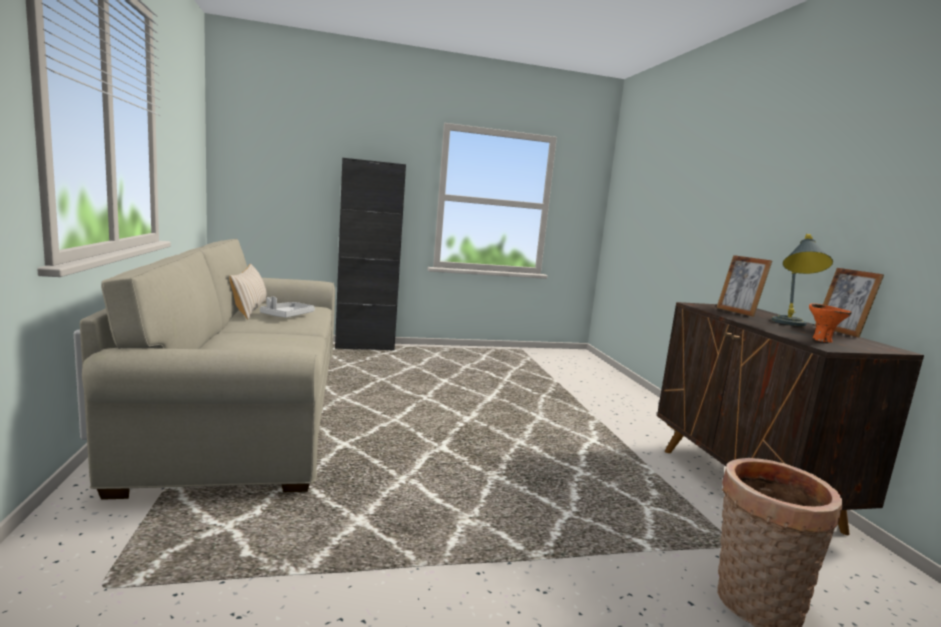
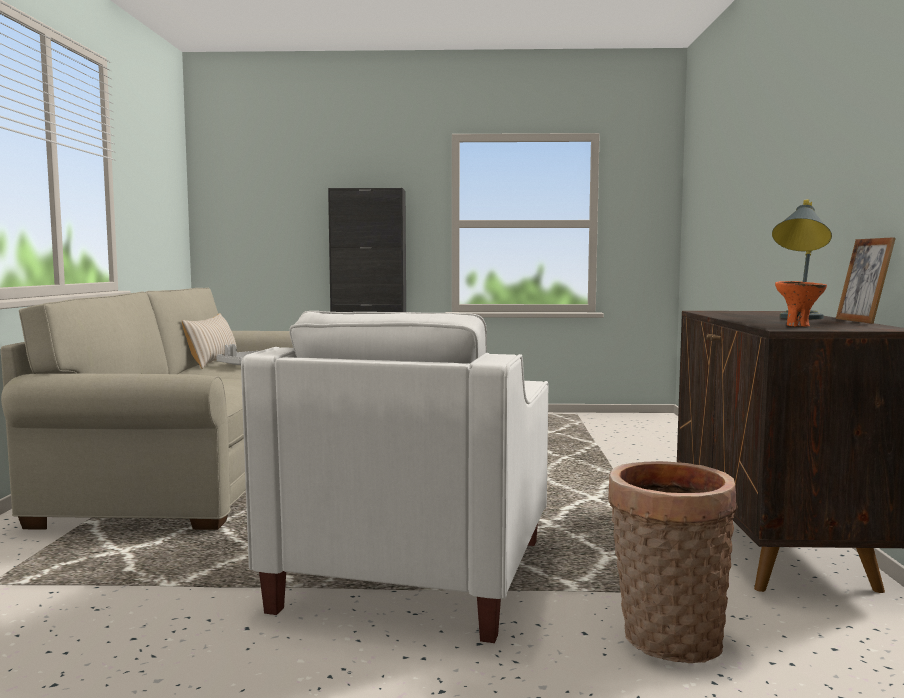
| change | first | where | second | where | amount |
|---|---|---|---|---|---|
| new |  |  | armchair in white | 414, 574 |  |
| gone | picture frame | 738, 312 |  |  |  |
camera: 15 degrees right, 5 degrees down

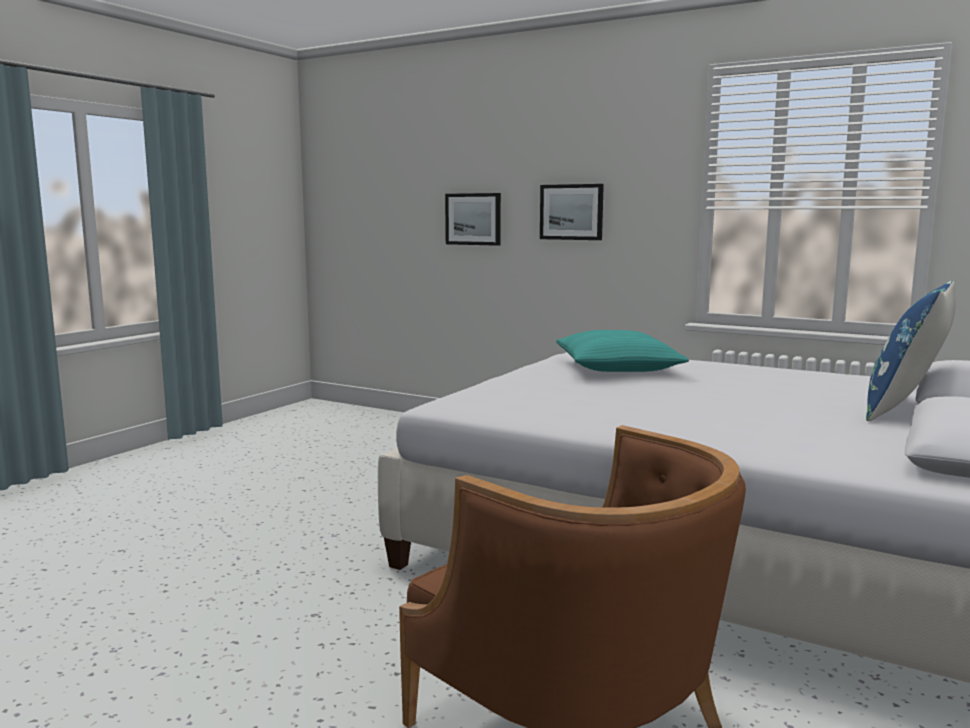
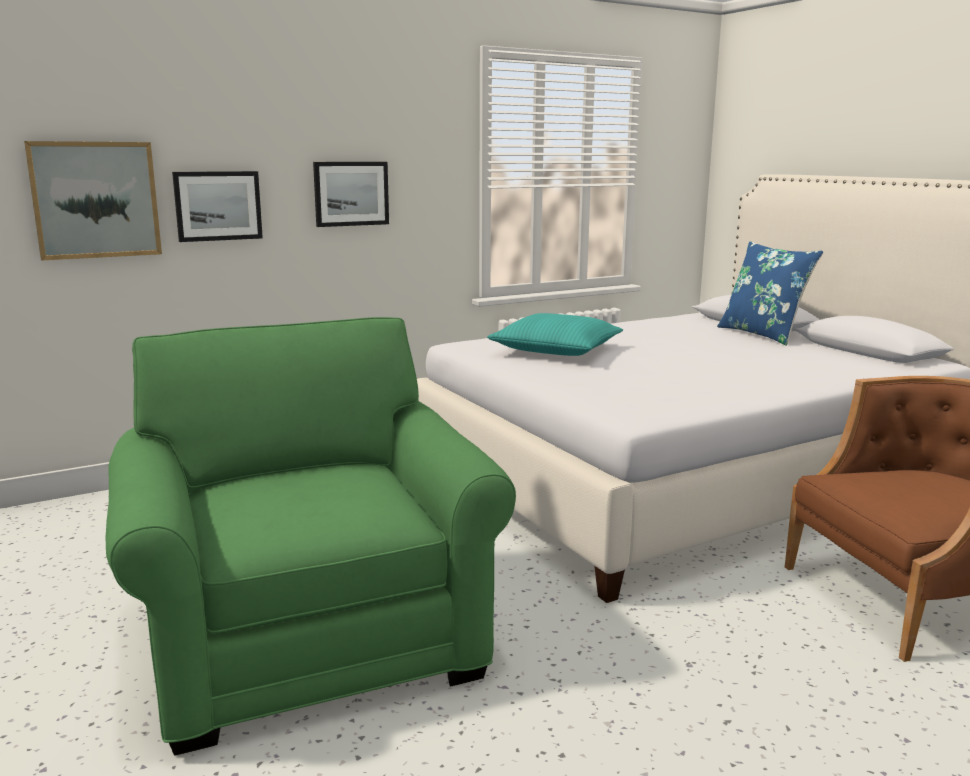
| change | first | where | second | where | amount |
|---|---|---|---|---|---|
| new |  |  | picture | 95, 200 |  |
| new |  |  | armchair in green | 312, 638 |  |
camera: 60 degrees left, 5 degrees up

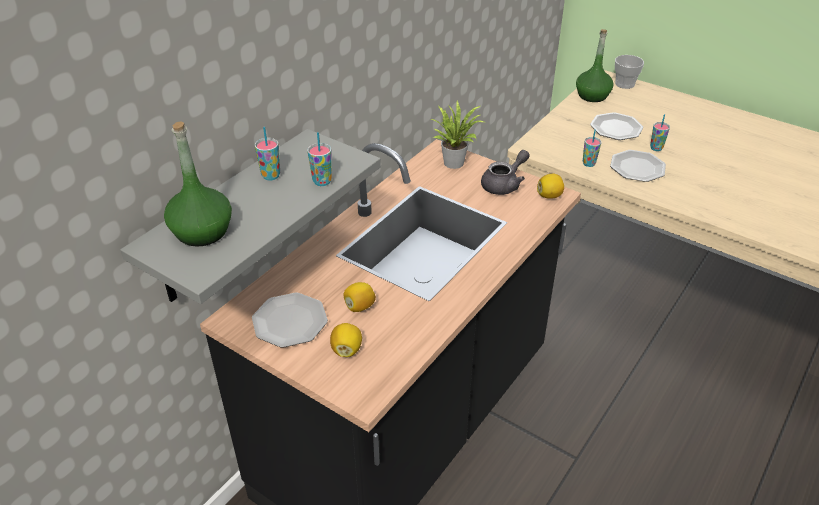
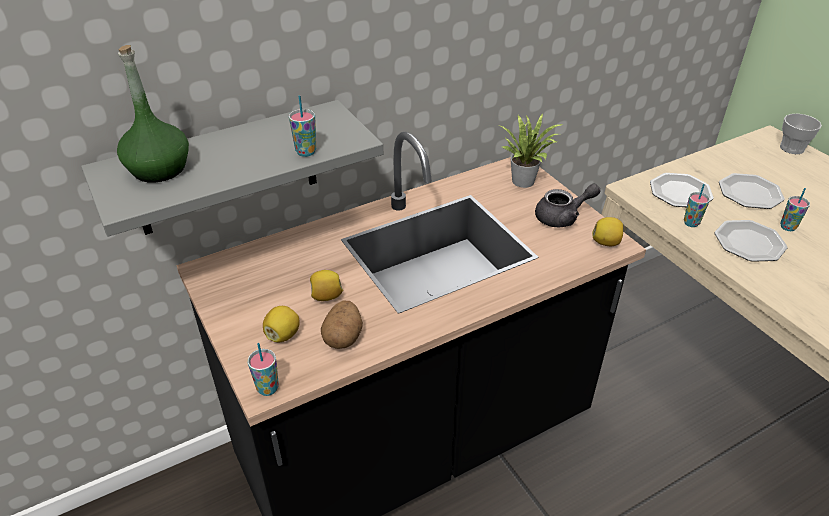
| change | first | where | second | where | amount |
|---|---|---|---|---|---|
| shifted | cup | 271, 176 |  | 267, 388 |  |
| new |  |  | potato | 343, 337 |  |
| shifted | plate | 290, 321 |  | 680, 192 |  |
| gone | bottle in green | 592, 95 |  |  |  |
camera: 25 degrees right, 0 degrees up

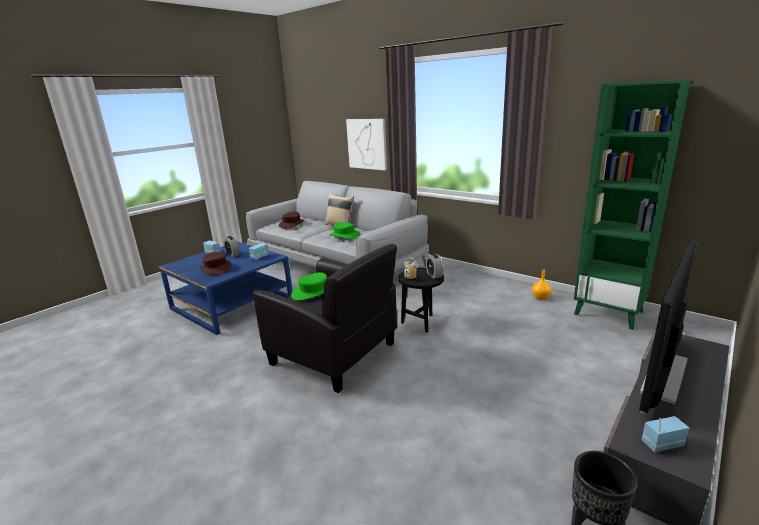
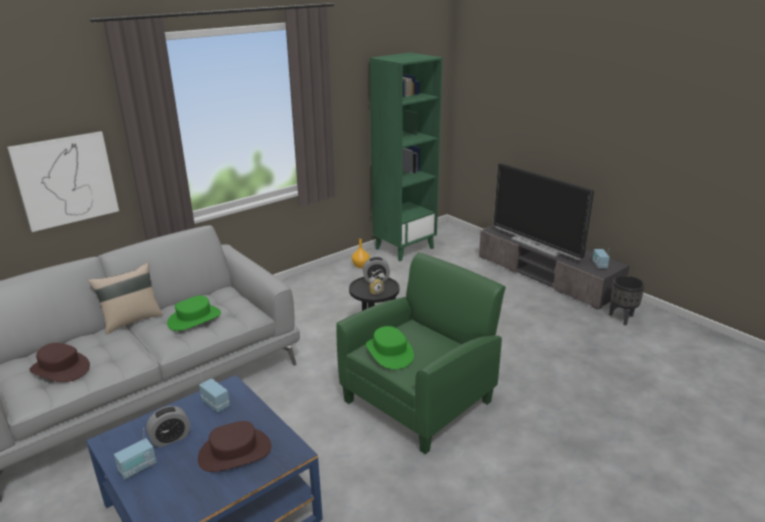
| change | first | where | second | where | amount |
|---|---|---|---|---|---|
| repainted | armchair in black | 334, 354 | armchair in green | 419, 400 |  |
camera: 80 degrees left, 5 degrees up

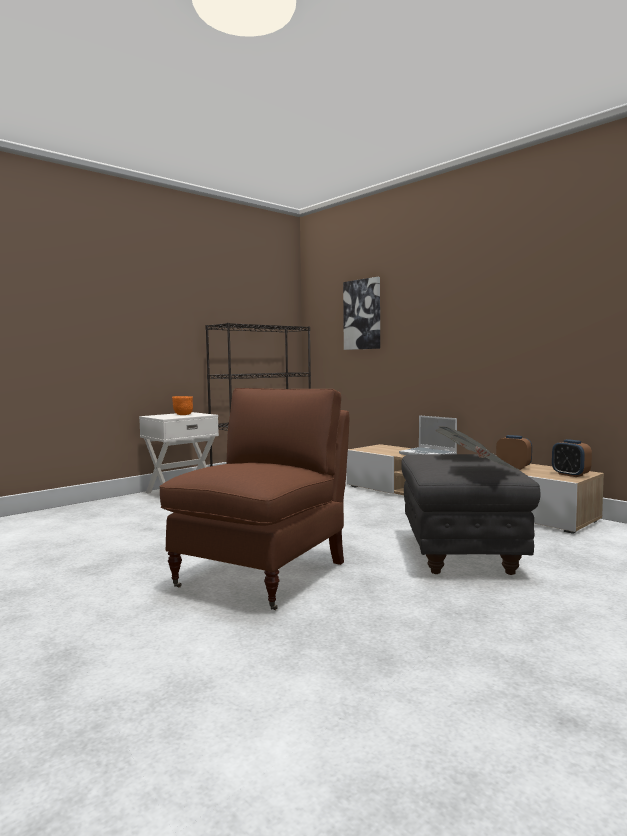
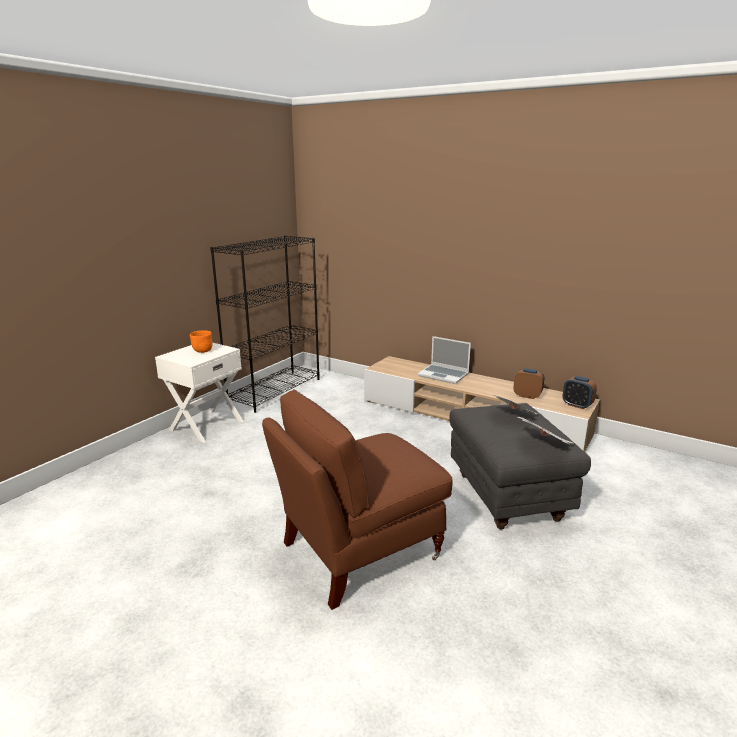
| change | first | where | second | where | amount |
|---|---|---|---|---|---|
| rotated | armchair in brown | 263, 574 |  | 359, 551 | 135 degrees counterclockwise |
| gone | picture | 362, 314 |  |  |  |
camera: 15 degrees left, 15 degrees up

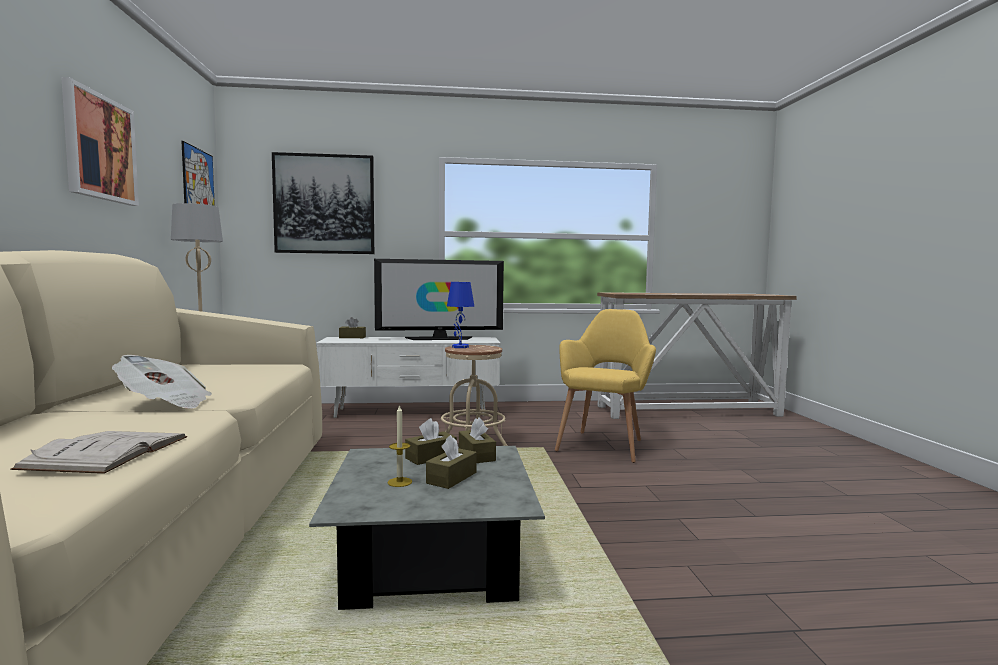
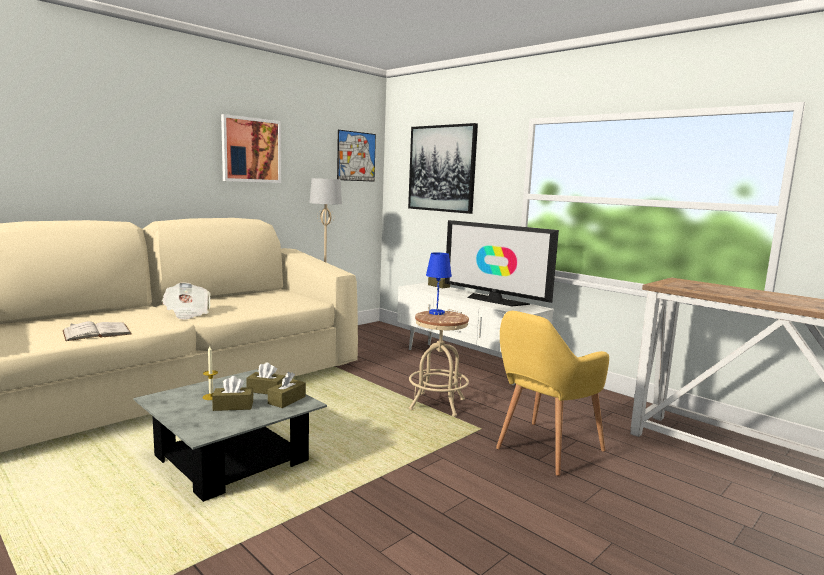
| change | first | where | second | where | amount |
|---|---|---|---|---|---|
| rotated | armchair in yellow | 604, 444 |  | 543, 451 | 150 degrees clockwise |
camera: 50 degrees right, 5 degrees up

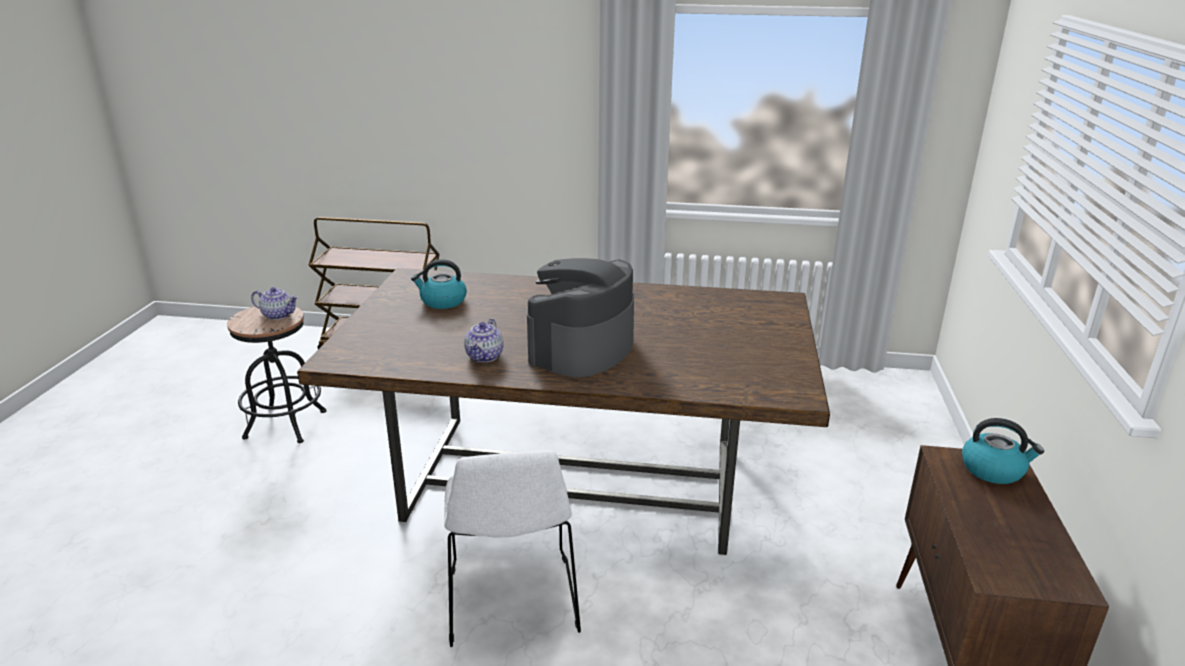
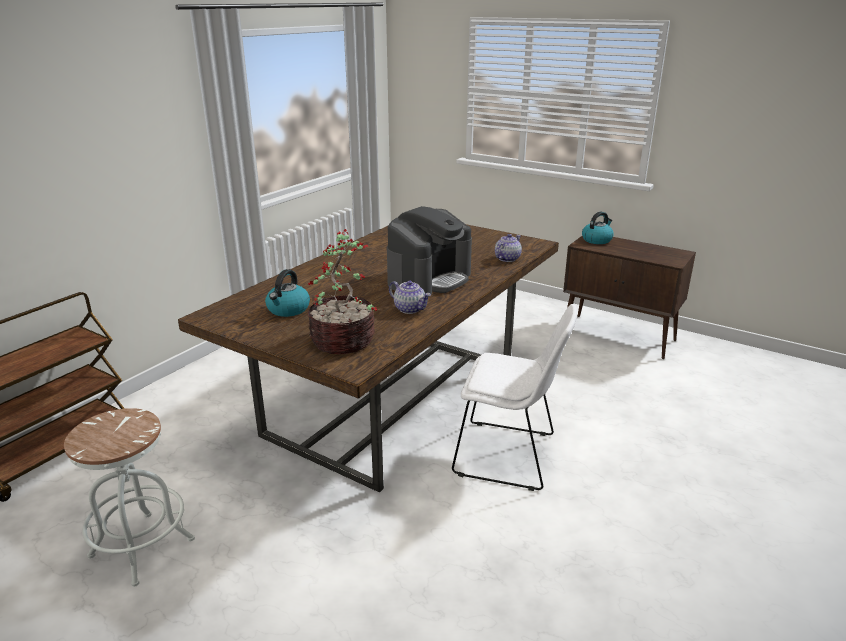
| change | first | where | second | where | amount |
|---|---|---|---|---|---|
| repainted | stool in black | 285, 424 | stool in white | 142, 547 |  |
| new |  |  | potted plant | 344, 341 |  |
| rotated | coffee machine | 581, 349 |  | 429, 279 | 105 degrees counterclockwise |
| shifted | teapot | 278, 315 |  | 507, 258 |  |
camera: 65 degrees left, 0 degrees up

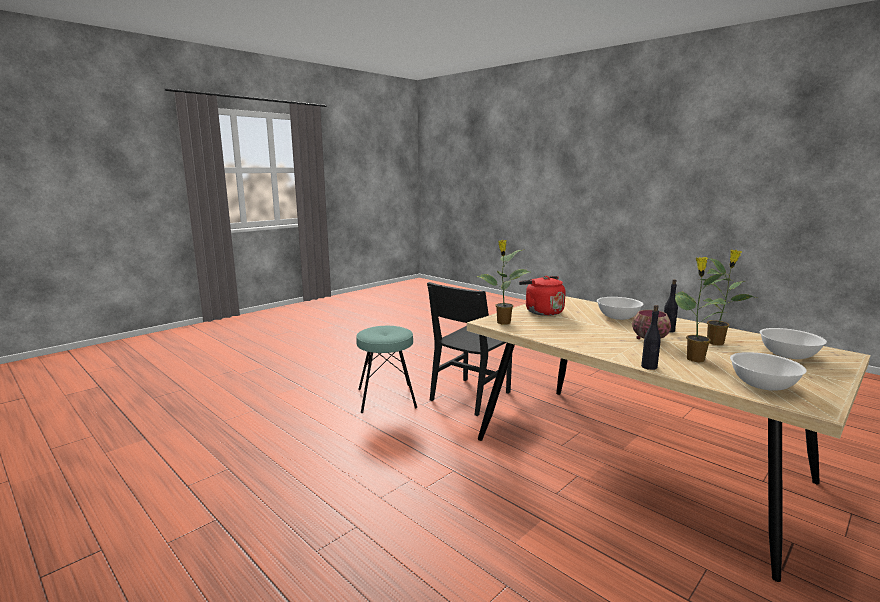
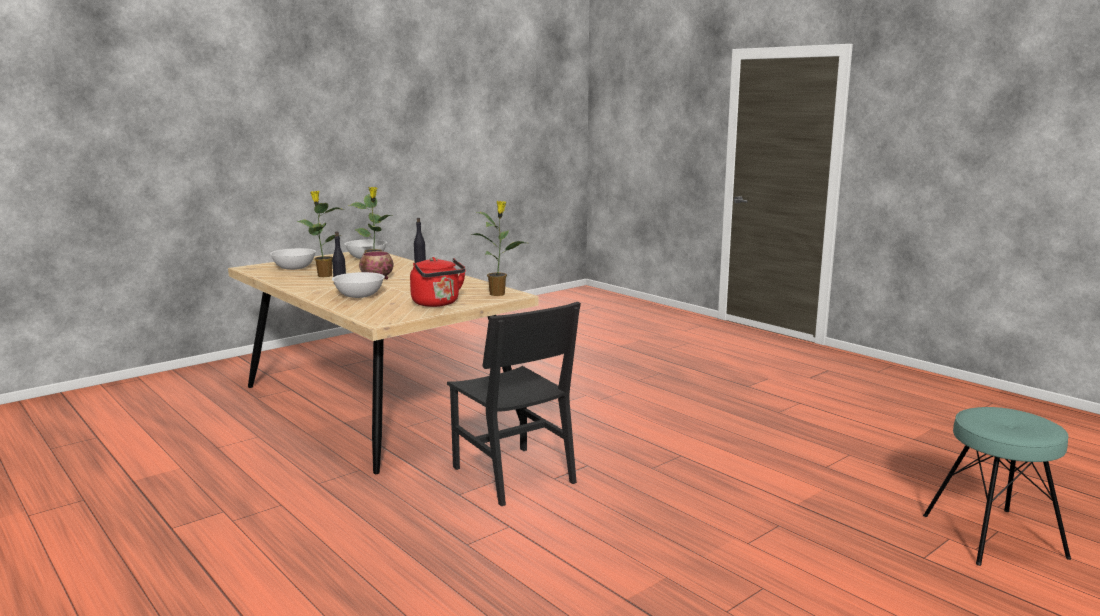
| change | first | where | second | where | amount |
|---|---|---|---|---|---|
| rotated | chair in black | 470, 396 |  | 513, 475 | 105 degrees clockwise |
| shifted | stool in turquoise | 386, 398 |  | 993, 536 |  |
camera: 175 degrees left, 0 degrees up

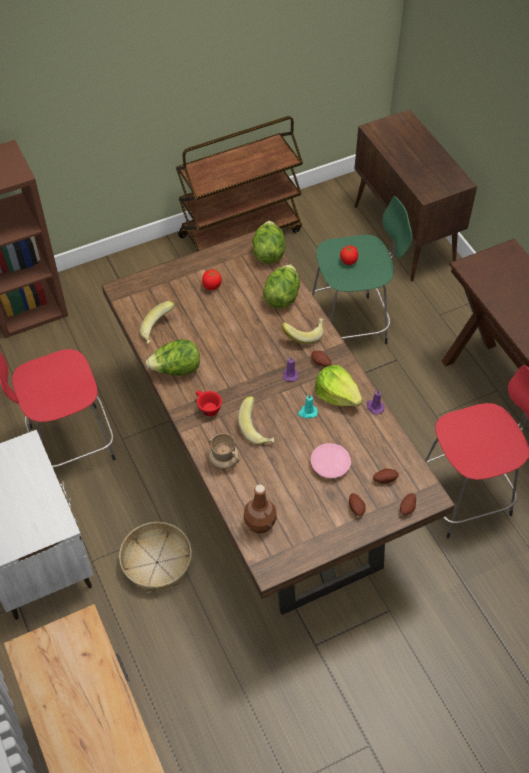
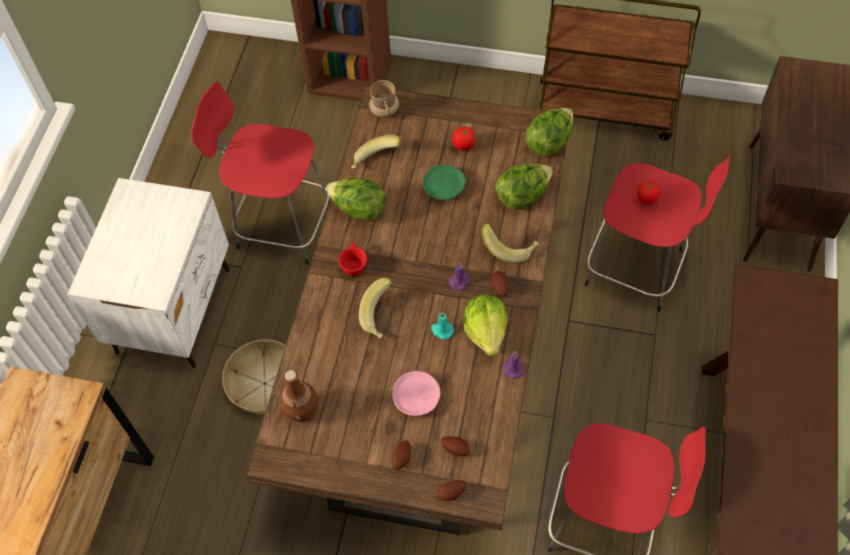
| change | first | where | second | where | amount |
|---|---|---|---|---|---|
| shifted | mug in beige | 224, 460 |  | 384, 110 |  |
| new |  |  | plate in green | 443, 187 |  |
| repainted | stool in green | 350, 325 | stool in red | 637, 269 |  |
camera: 40 degrees right, 5 degrees up

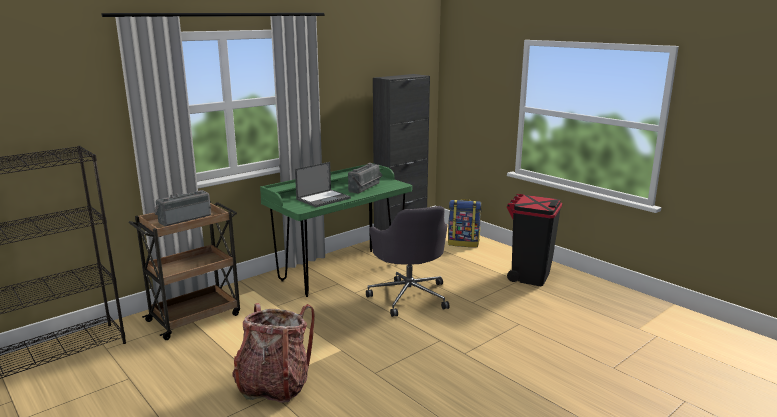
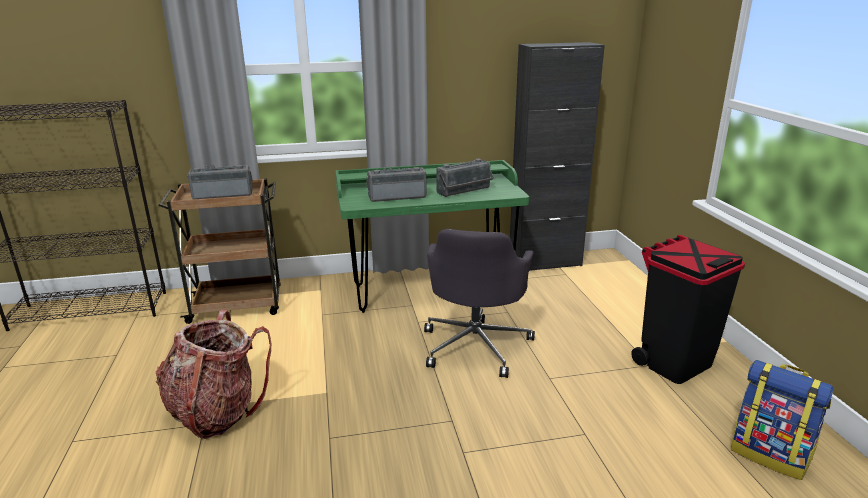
| change | first | where | second | where | amount |
|---|---|---|---|---|---|
| swapped | laptop | 323, 198 | radio | 397, 196 |  |
| shifted | backpack | 463, 243 |  | 770, 454 |  |
camera: 30 degrees right, 5 degrees up

